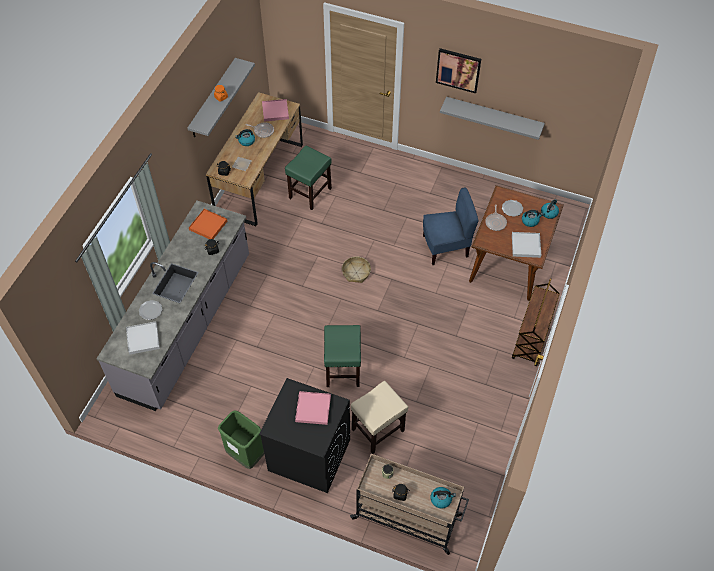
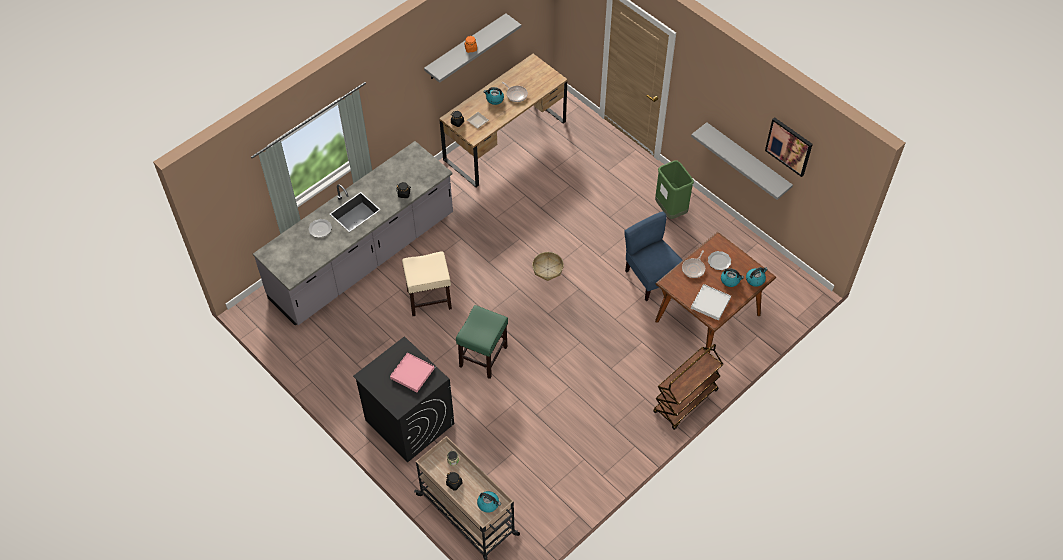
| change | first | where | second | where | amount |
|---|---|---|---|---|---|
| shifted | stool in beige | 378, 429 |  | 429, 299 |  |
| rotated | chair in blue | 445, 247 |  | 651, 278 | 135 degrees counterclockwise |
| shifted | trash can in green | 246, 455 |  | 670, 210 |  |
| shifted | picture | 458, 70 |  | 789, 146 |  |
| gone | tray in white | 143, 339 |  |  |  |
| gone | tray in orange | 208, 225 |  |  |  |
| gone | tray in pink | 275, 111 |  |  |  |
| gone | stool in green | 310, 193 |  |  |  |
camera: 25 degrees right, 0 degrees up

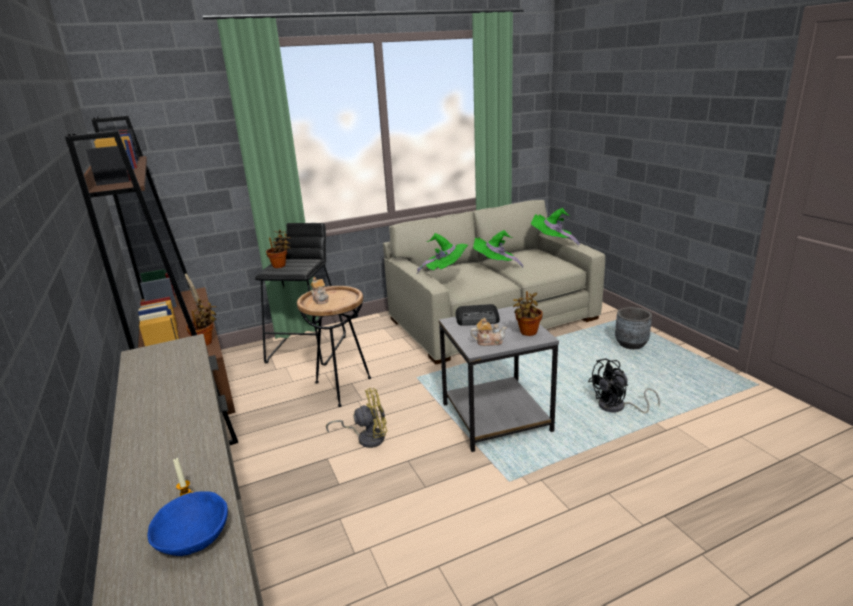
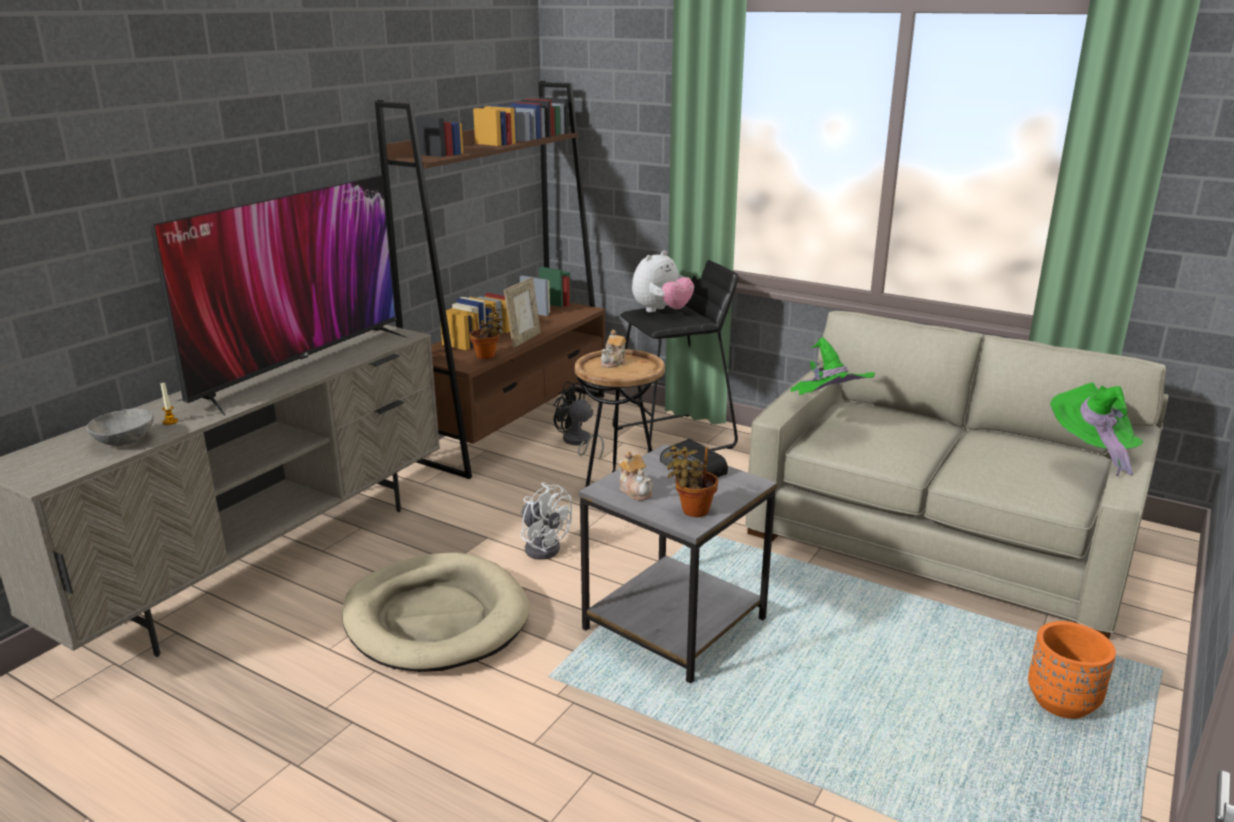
| change | first | where | second | where | amount |
|---|---|---|---|---|---|
| repainted | bowl in blue | 194, 538 | bowl in grey | 125, 440 |  |
| new |  |  | television | 300, 366 |  |
| new |  |  | dog bed in beige | 436, 618 |  |
| repainted | fan in yellow | 366, 437 | fan in white | 543, 546 |  |
| shifted | fan in black | 617, 407 |  | 577, 443 |  |
| swapped | potted plant | 280, 265 | plush toy | 661, 311 |  |
| repainted | planter in grey | 631, 344 | planter in orange | 1062, 703 |  |
| gone | hat in green | 495, 266 |  |  |  |
camera: 55 degrees right, 0 degrees up

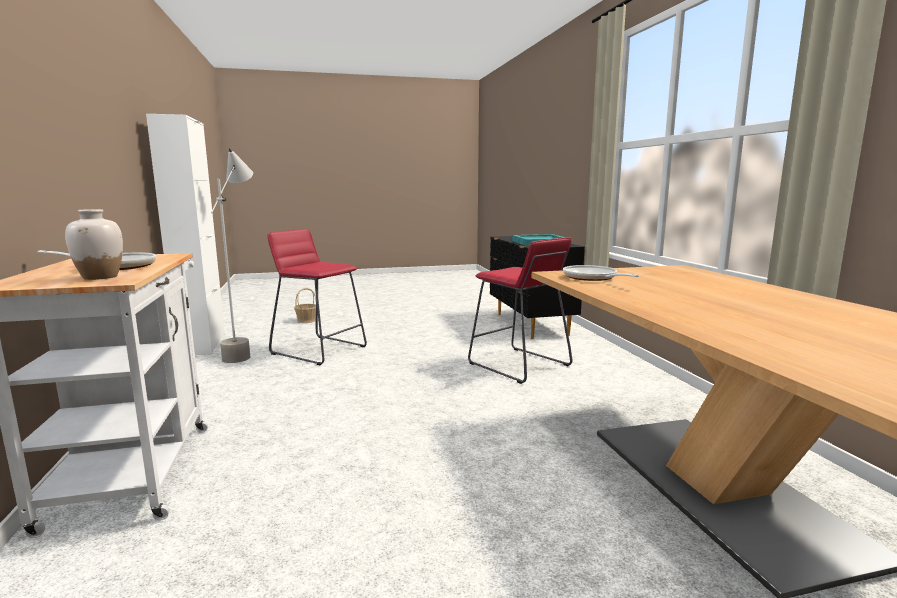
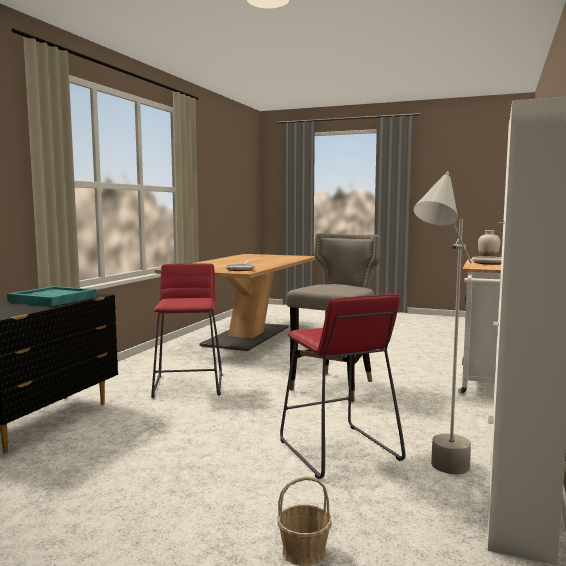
| change | first | where | second | where | amount |
|---|---|---|---|---|---|
| new |  |  | stool in grey | 335, 386 |  |
camera: 145 degrees left, 5 degrees down

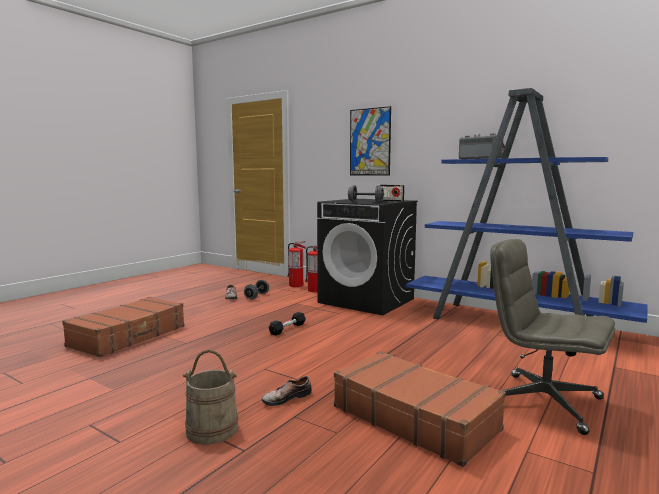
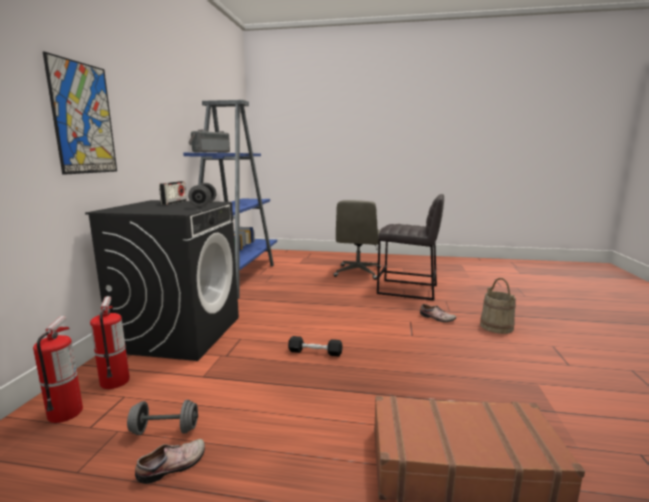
| change | first | where | second | where | amount |
|---|---|---|---|---|---|
| swapped | suitcase in brown | 414, 417 | stool in grey | 408, 290 |  |
camera: 115 degrees left, 5 degrees up

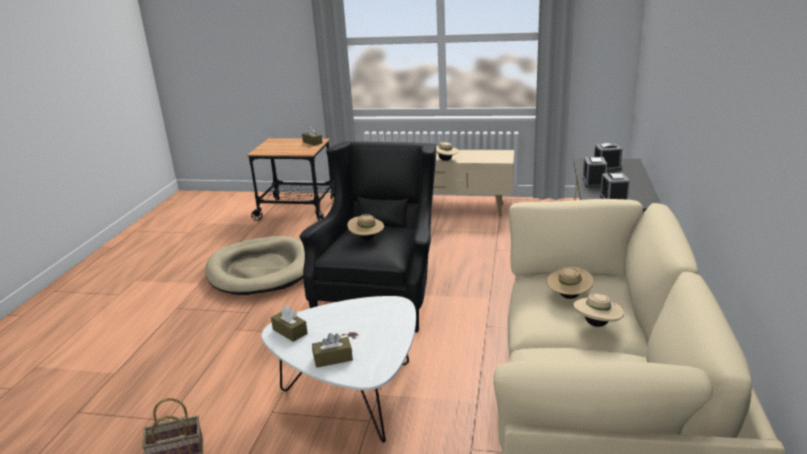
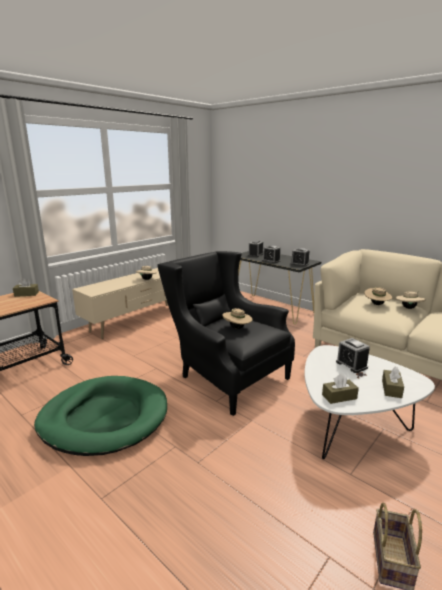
| change | first | where | second | where | amount |
|---|---|---|---|---|---|
| repainted | dog bed in beige | 260, 270 | dog bed in green | 104, 418 |  |
| new |  |  | alarm clock | 351, 365 |  |
camera: 60 degrees left, 5 degrees down

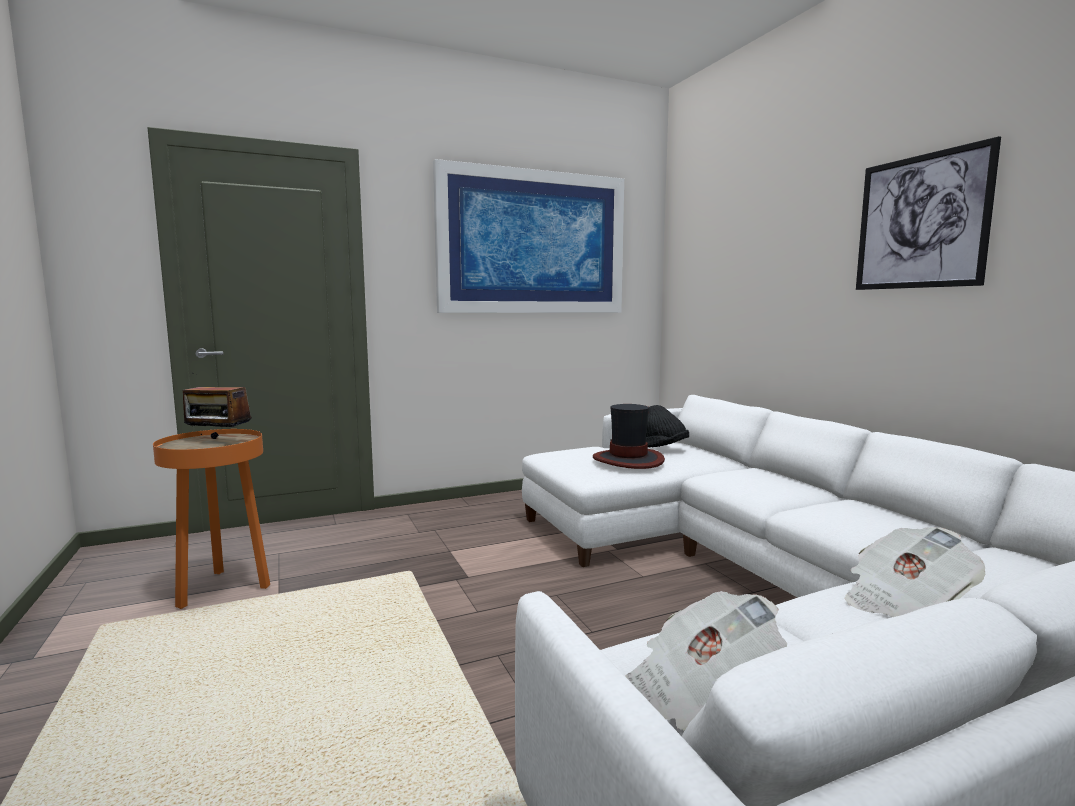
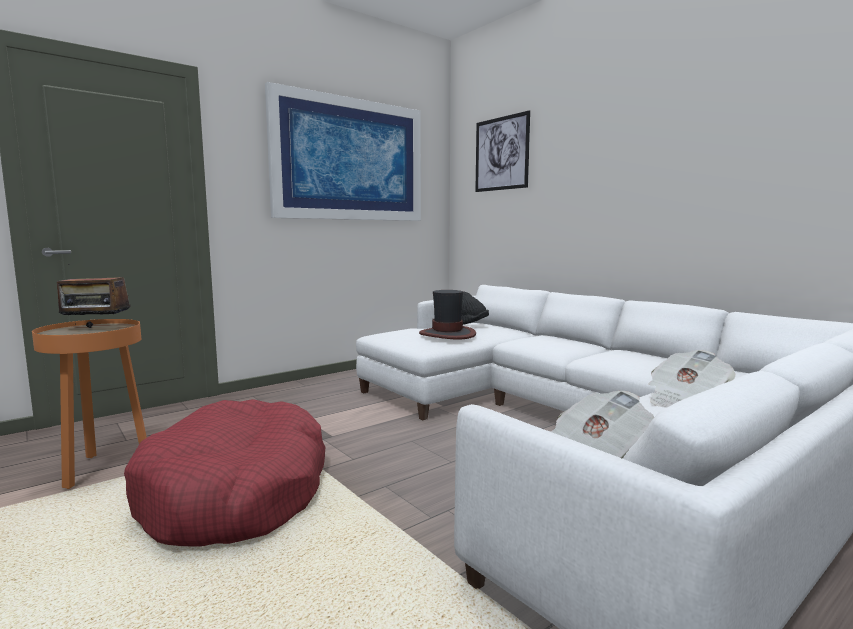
| change | first | where | second | where | amount |
|---|---|---|---|---|---|
| new |  |  | dog bed in red | 236, 493 |  |
| shifted | picture | 920, 222 |  | 501, 153 |  |
camera: 15 degrees left, 0 degrees up

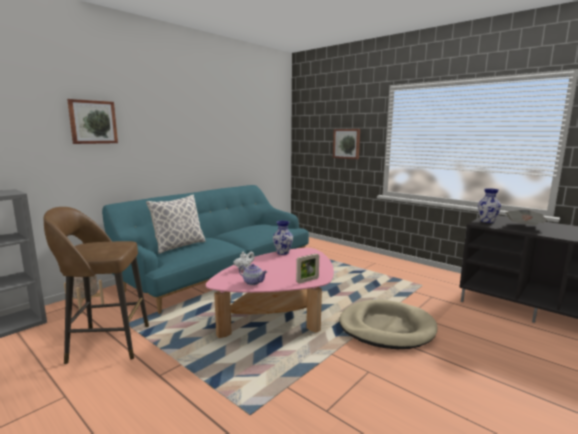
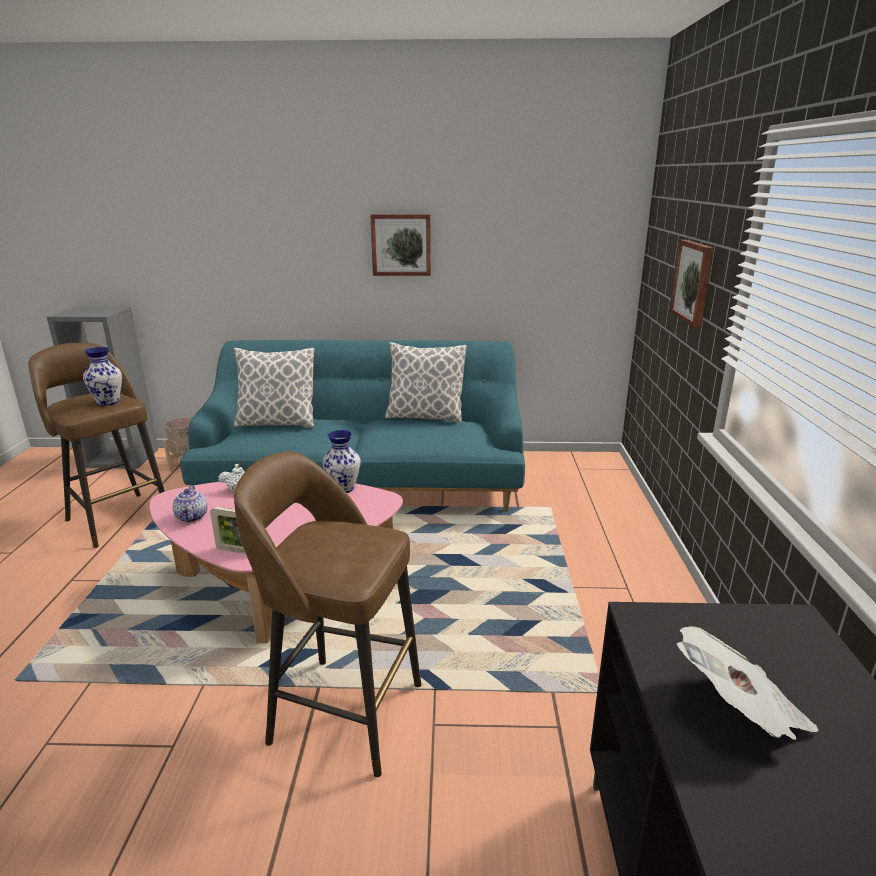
| change | first | where | second | where | amount |
|---|---|---|---|---|---|
| shifted | vase | 487, 221 |  | 108, 402 |  |
| swapped | dog bed in beige | 386, 328 | stool in brown | 342, 711 |  |
| shifted | picture | 93, 122 |  | 401, 245 |  |
| new |  |  | pillow | 425, 417 |  |
camera: 50 degrees right, 10 degrees up

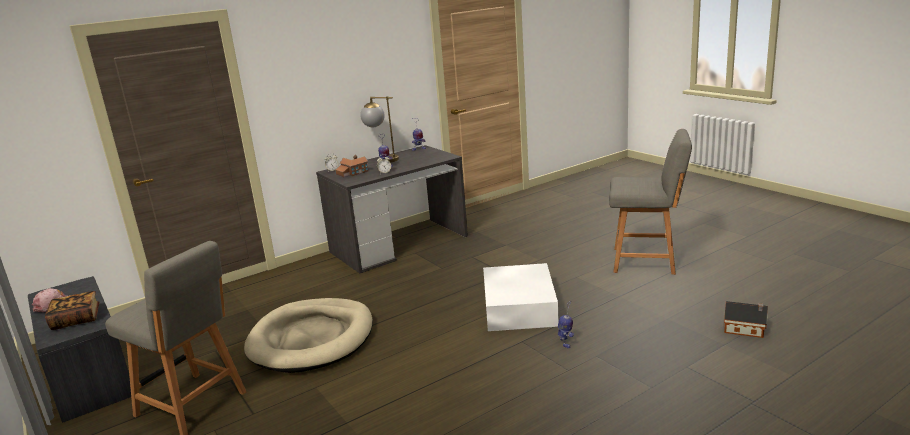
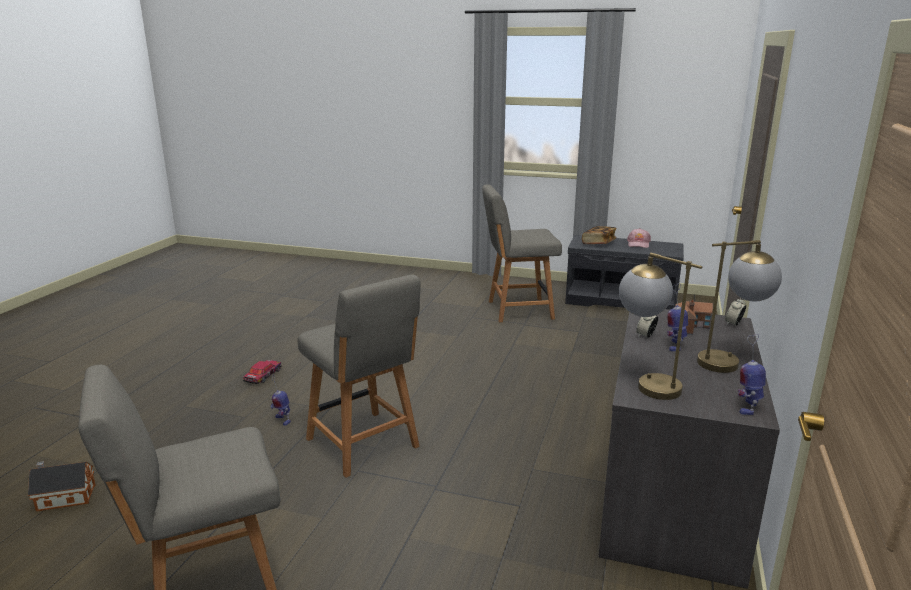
| change | first | where | second | where | amount |
|---|---|---|---|---|---|
| new |  |  | toy car | 262, 376 |  |
| swapped | storage box in white | 519, 306 | chair in grey | 364, 445 |  |
| new |  |  | table lamp | 645, 384 |  |
| gone | dog bed in beige | 312, 339 |  |  |  |
camera: 140 degrees right, 0 degrees up

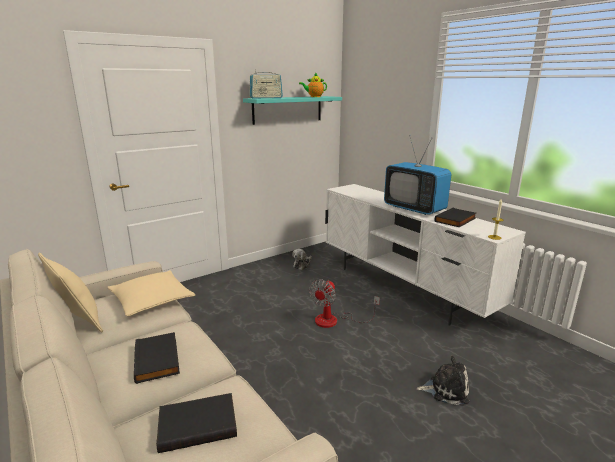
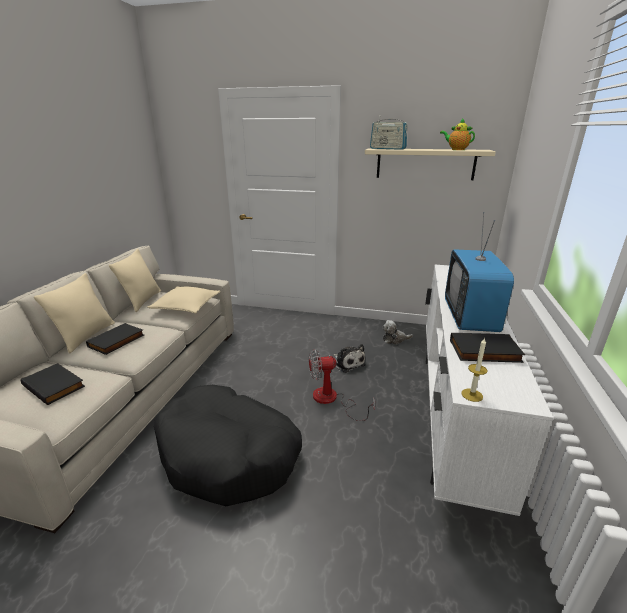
| change | first | where | second | where | amount |
|---|---|---|---|---|---|
| new |  |  | pillow in beige | 86, 336 |  |
| new |  |  | dog bed in black | 229, 454 |  |
| shifted | plush toy | 445, 389 |  | 347, 363 |  |
| repainted | shelf in turquoise | 287, 109 | shelf in beige | 425, 164 |  |
camera: 50 degrees right, 5 degrees up

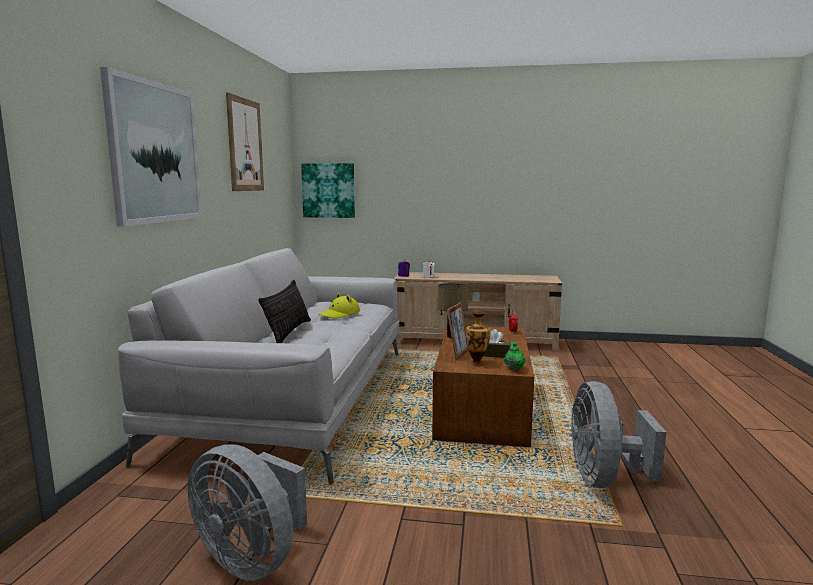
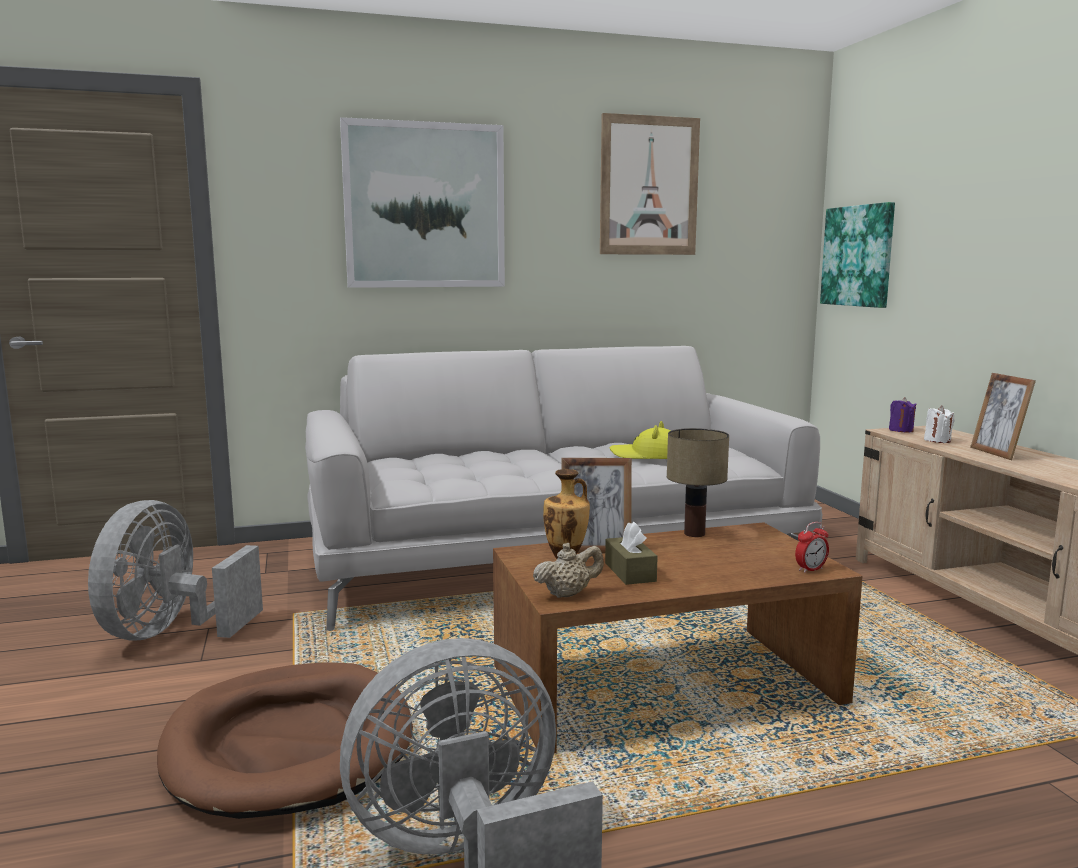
| change | first | where | second | where | amount |
|---|---|---|---|---|---|
| new |  |  | dog bed in brown | 289, 745 |  |
| repainted | teapot in green | 514, 368 | teapot in beige | 568, 594 |  |
| new |  |  | picture frame | 997, 453 |  |
| gone | pillow | 289, 333 |  |  |  |
camera: 65 degrees right, 0 degrees up

